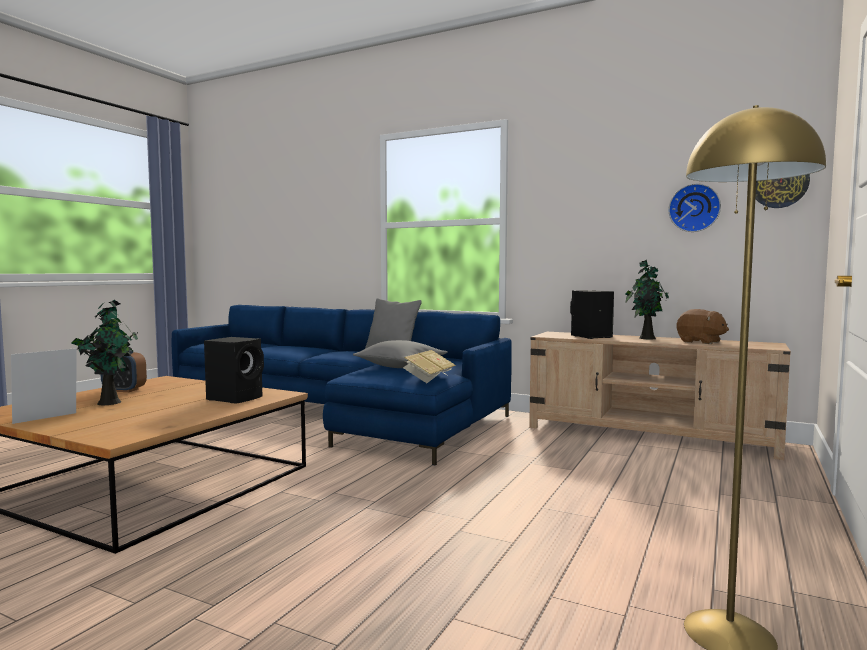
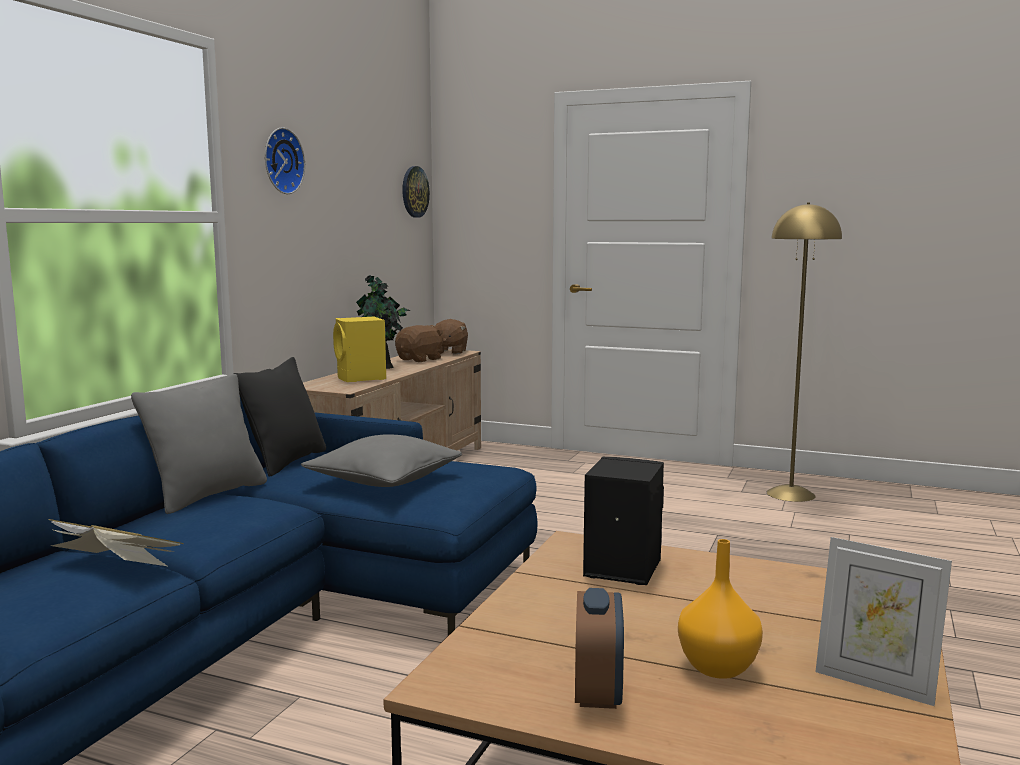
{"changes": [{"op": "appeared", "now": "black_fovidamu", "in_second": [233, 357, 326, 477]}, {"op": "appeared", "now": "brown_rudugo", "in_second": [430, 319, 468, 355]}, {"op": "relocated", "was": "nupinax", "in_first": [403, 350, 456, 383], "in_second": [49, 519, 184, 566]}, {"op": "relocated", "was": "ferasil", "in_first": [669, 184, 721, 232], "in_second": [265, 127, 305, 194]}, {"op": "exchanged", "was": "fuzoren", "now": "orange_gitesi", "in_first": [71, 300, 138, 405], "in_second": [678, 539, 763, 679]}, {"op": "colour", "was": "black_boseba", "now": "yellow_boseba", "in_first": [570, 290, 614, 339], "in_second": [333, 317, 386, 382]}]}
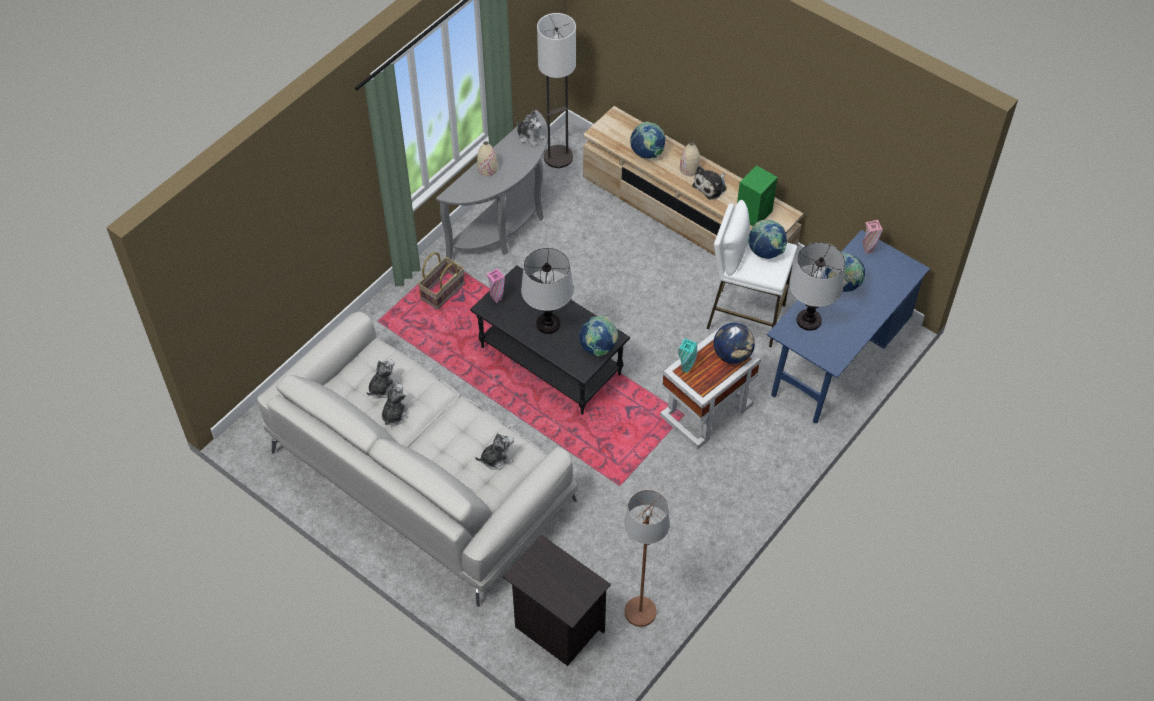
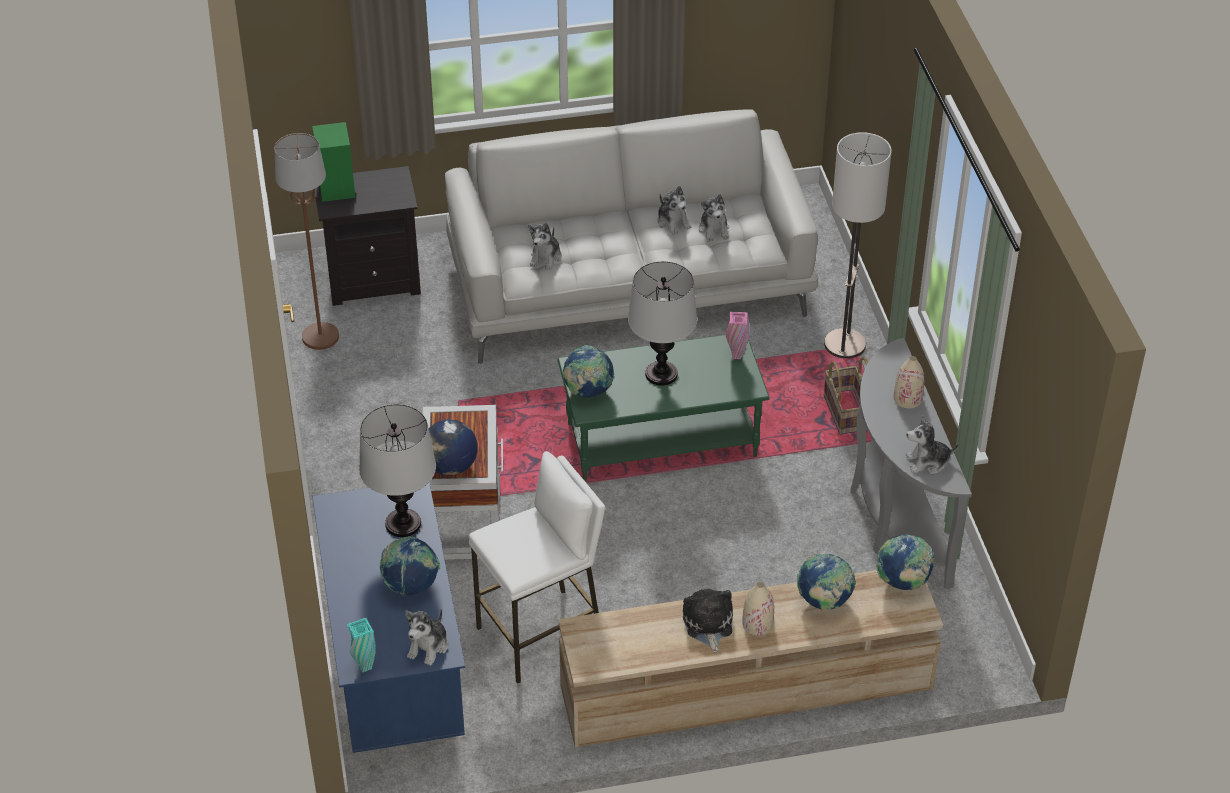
{"changes": [{"op": "relocated", "was": "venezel", "in_first": [537, 13, 576, 168], "in_second": [824, 132, 892, 358]}, {"op": "relocated", "was": "turquoise_gitesi", "in_first": [678, 338, 697, 373], "in_second": [347, 618, 376, 673]}, {"op": "relocated", "was": "green_boseba", "in_first": [737, 165, 778, 226], "in_second": [312, 122, 355, 202]}, {"op": "relocated", "was": "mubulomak", "in_first": [748, 220, 787, 259], "in_second": [876, 534, 935, 590]}, {"op": "exchanged", "was": "pink_gitesi", "now": "rudugo", "in_first": [862, 220, 883, 254], "in_second": [405, 609, 448, 666]}, {"op": "colour", "was": "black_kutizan", "now": "green_kutizan", "in_first": [470, 265, 630, 415], "in_second": [558, 335, 769, 482]}]}
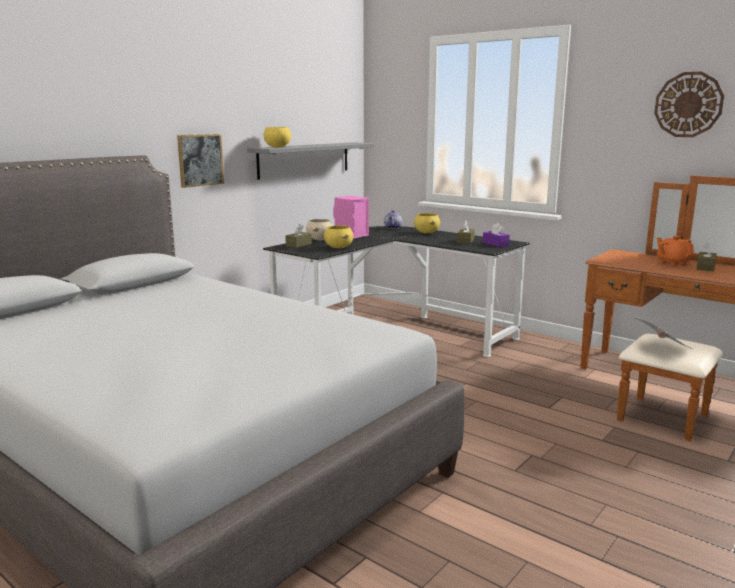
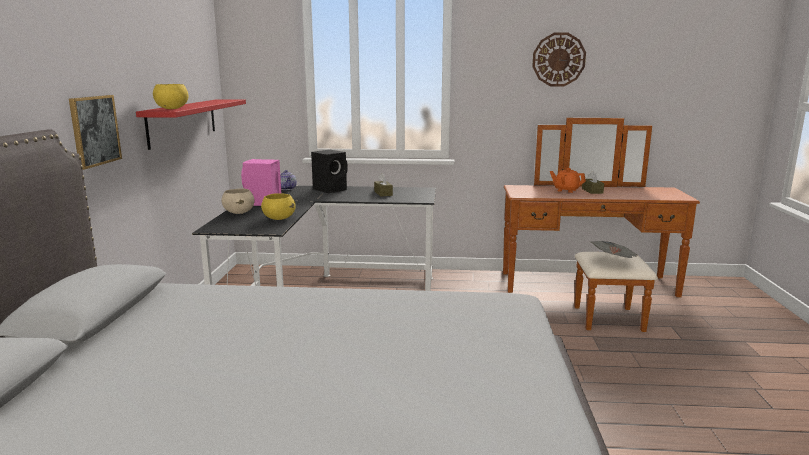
{"changes": [{"op": "missing", "was": "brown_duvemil", "in_first": [285, 224, 312, 248]}, {"op": "missing", "was": "purple_duvemil", "in_first": [483, 223, 510, 247]}, {"op": "exchanged", "was": "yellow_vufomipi", "now": "black_boseba", "in_first": [414, 213, 440, 234], "in_second": [311, 150, 348, 193]}, {"op": "colour", "was": "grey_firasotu", "now": "red_firasotu", "in_first": [247, 142, 374, 180], "in_second": [136, 99, 246, 150]}]}
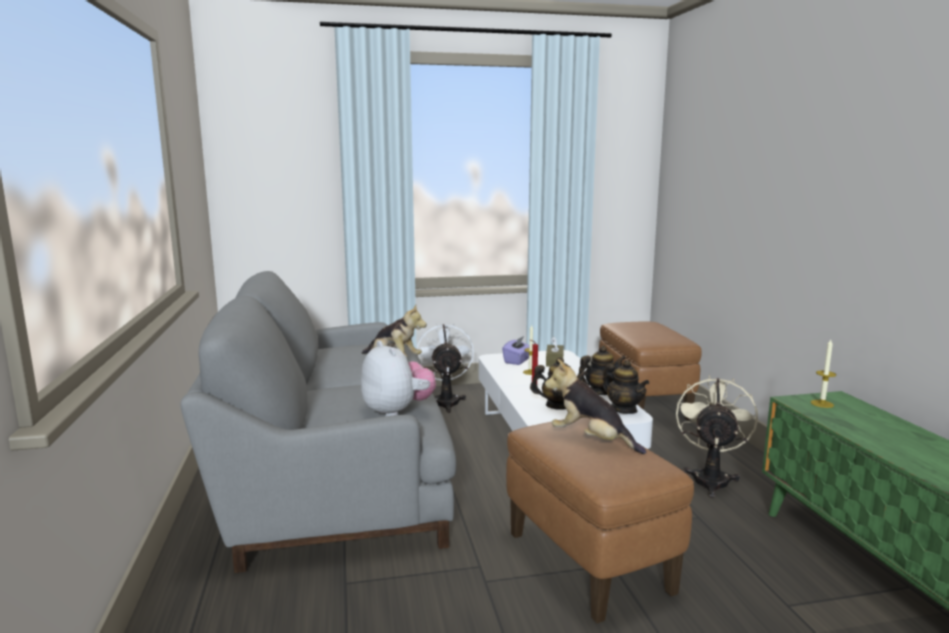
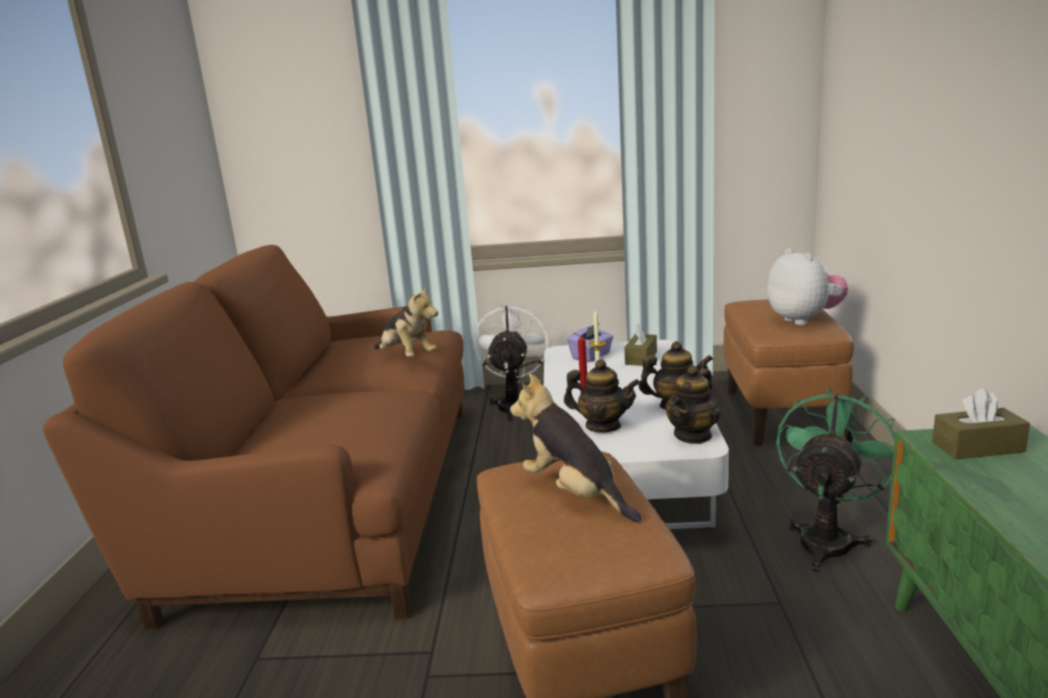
{"changes": [{"op": "relocated", "was": "rudugo", "in_first": [361, 341, 436, 416], "in_second": [767, 248, 848, 325]}, {"op": "exchanged", "was": "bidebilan", "now": "brown_duvemil", "in_first": [811, 340, 836, 408], "in_second": [932, 388, 1030, 459]}, {"op": "colour", "was": "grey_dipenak", "now": "brown_dipenak", "in_first": [181, 271, 456, 573], "in_second": [43, 245, 465, 630]}, {"op": "colour", "was": "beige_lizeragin", "now": "green_lizeragin", "in_first": [676, 375, 758, 498], "in_second": [776, 387, 895, 572]}, {"op": "spun", "was": "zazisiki", "in_first": [603, 360, 649, 414], "in_second": [665, 365, 721, 444], "clockwise": 60}]}
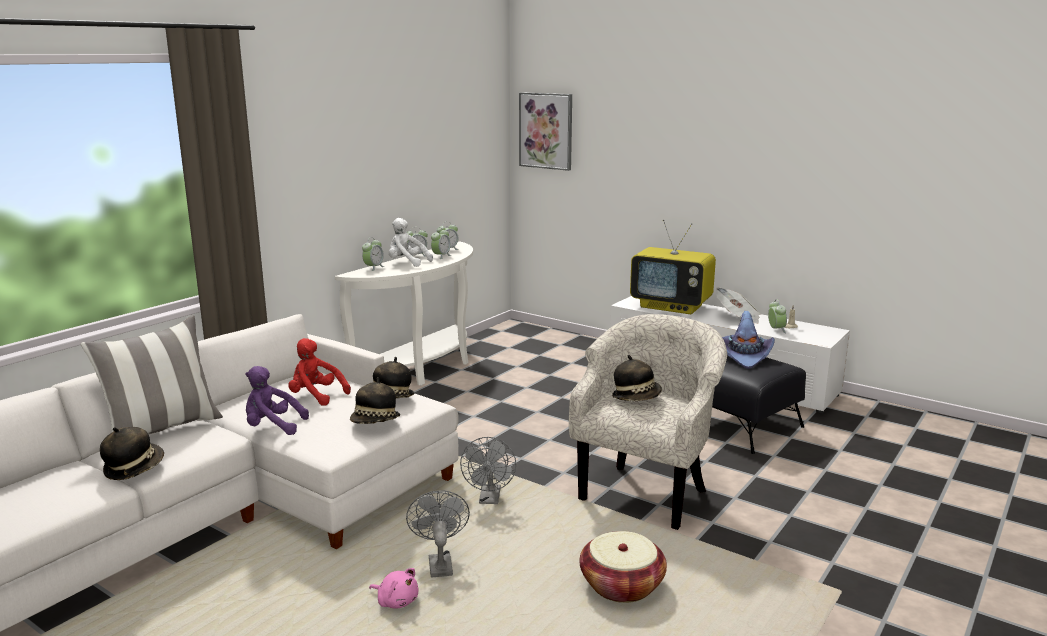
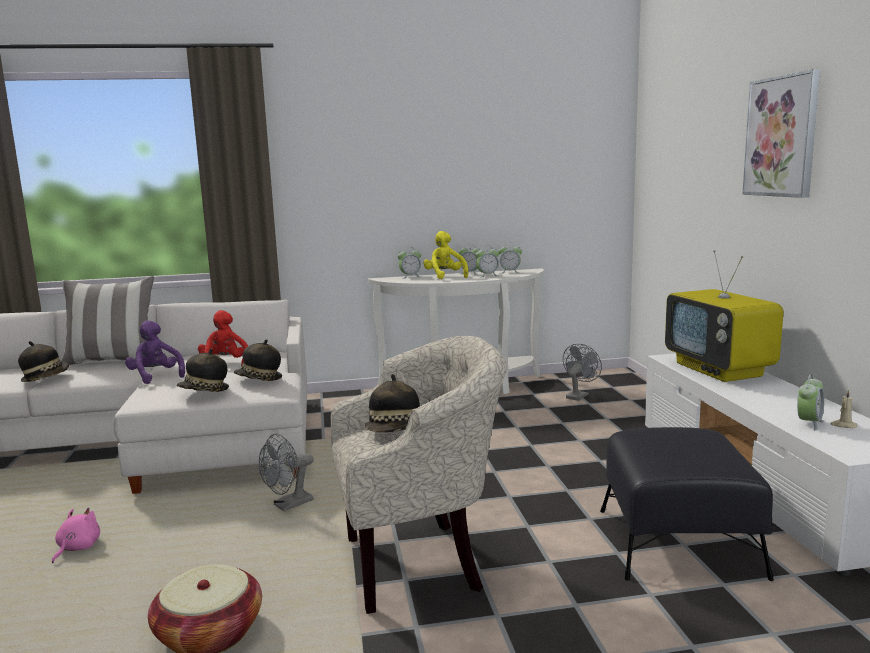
{"changes": [{"op": "missing", "was": "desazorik", "in_first": [716, 287, 761, 324]}, {"op": "missing", "was": "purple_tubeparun", "in_first": [722, 311, 775, 369]}, {"op": "relocated", "was": "grey_lizeragin", "in_first": [406, 490, 470, 578], "in_second": [563, 344, 602, 401]}, {"op": "relocated", "was": "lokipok", "in_first": [519, 92, 572, 171], "in_second": [742, 69, 820, 198]}, {"op": "colour", "was": "white_rudugo", "now": "yellow_rudugo", "in_first": [389, 218, 433, 267], "in_second": [423, 231, 468, 279]}, {"op": "spun", "was": "pink_rudugo", "in_first": [369, 568, 418, 608], "in_second": [52, 508, 100, 563], "clockwise": -150}]}
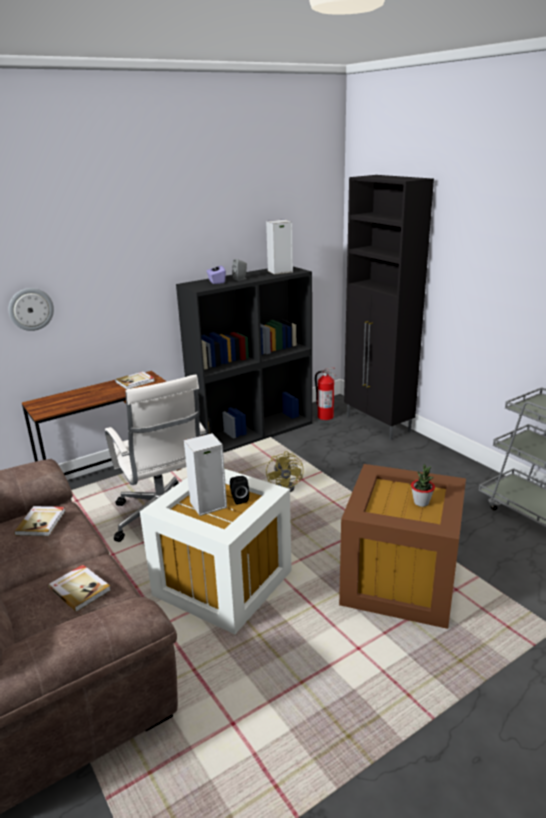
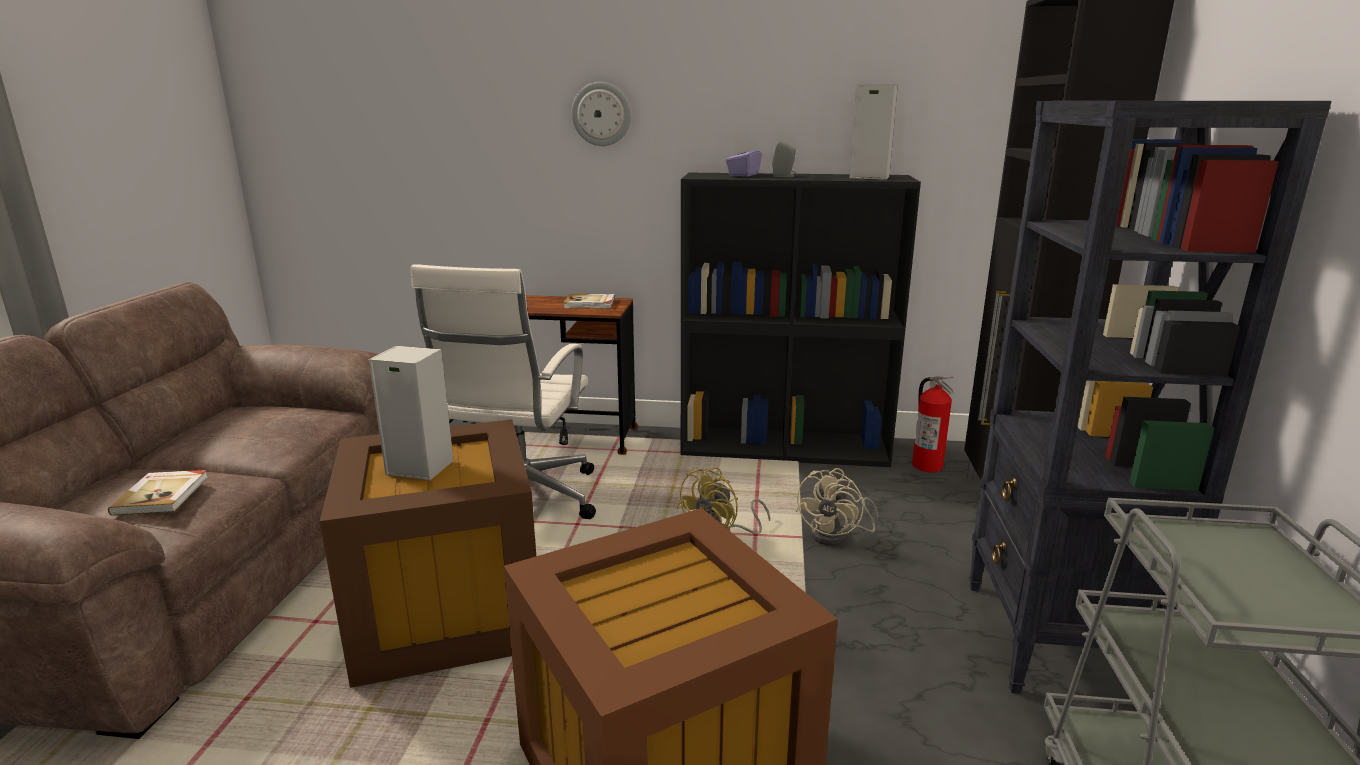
{"changes": [{"op": "missing", "was": "nupinax", "in_first": [14, 506, 65, 536]}, {"op": "missing", "was": "black_boseba", "in_first": [230, 476, 249, 505]}, {"op": "missing", "was": "fuzoren", "in_first": [411, 464, 435, 507]}, {"op": "appeared", "now": "beige_lizeragin", "in_second": [796, 468, 878, 546]}, {"op": "appeared", "now": "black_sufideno", "in_second": [969, 101, 1332, 694]}, {"op": "relocated", "was": "ferasil", "in_first": [8, 288, 54, 331], "in_second": [572, 82, 631, 146]}, {"op": "colour", "was": "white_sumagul", "now": "brown_sumagul", "in_first": [140, 469, 292, 634], "in_second": [320, 419, 536, 688]}]}
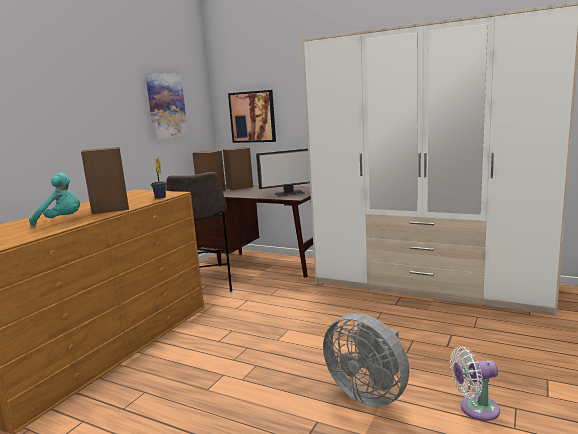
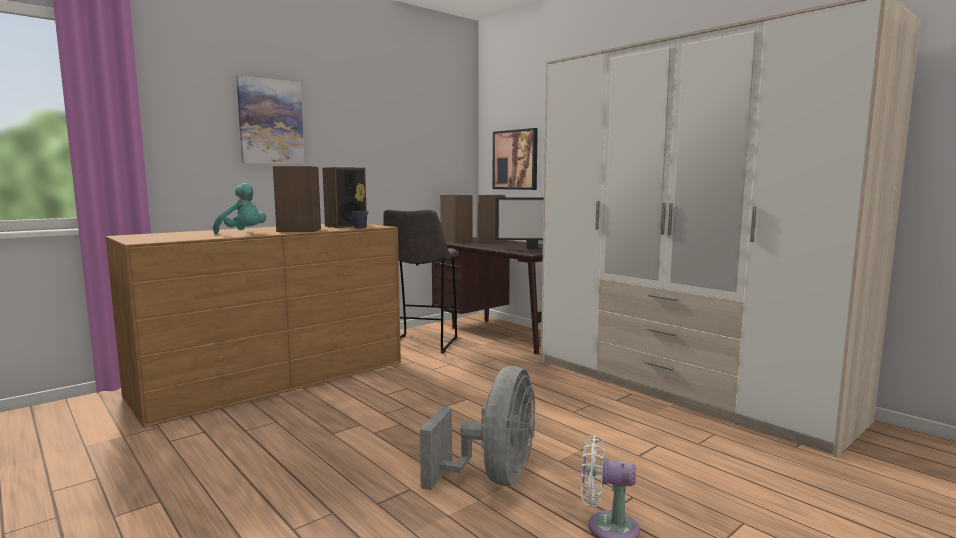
{"changes": [{"op": "appeared", "now": "boseba", "in_second": [322, 167, 367, 228]}, {"op": "relocated", "was": "lokipok", "in_first": [145, 73, 188, 140], "in_second": [236, 75, 305, 165]}, {"op": "spun", "was": "grey_lizeragin", "in_first": [323, 313, 409, 407], "in_second": [420, 366, 535, 490], "clockwise": -135}]}
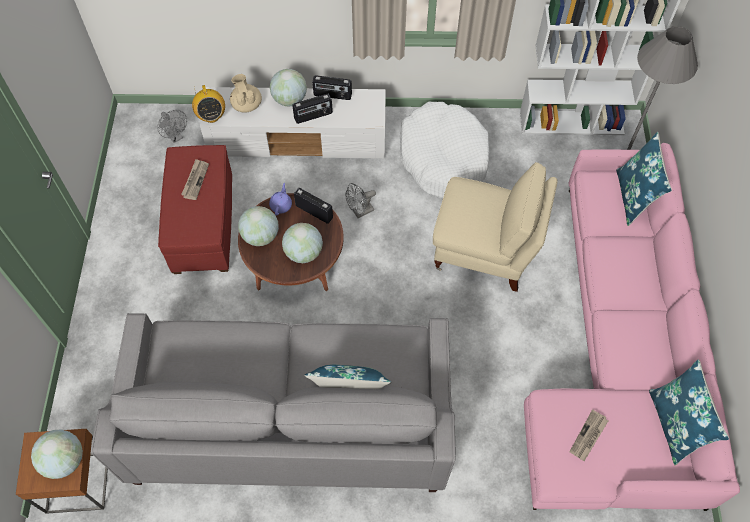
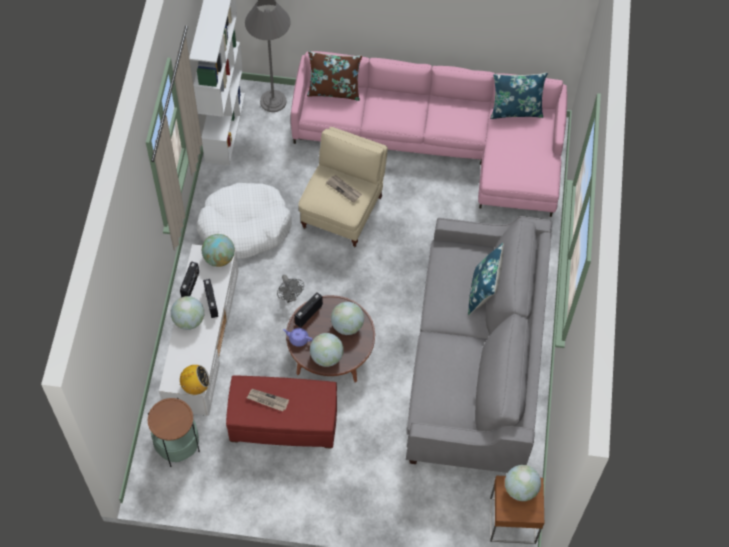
{"changes": [{"op": "missing", "was": "beige_zazisiki", "in_first": [230, 74, 262, 113]}, {"op": "appeared", "now": "mubulomak", "in_second": [202, 234, 235, 267]}, {"op": "relocated", "was": "desazorik", "in_first": [569, 410, 608, 461], "in_second": [326, 175, 362, 203]}, {"op": "exchanged", "was": "grey_lizeragin", "now": "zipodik", "in_first": [157, 110, 187, 143], "in_second": [148, 398, 200, 467]}, {"op": "colour", "was": "blue_fovidamu", "now": "brown_fovidamu", "in_first": [616, 132, 672, 226], "in_second": [307, 51, 362, 101]}]}
